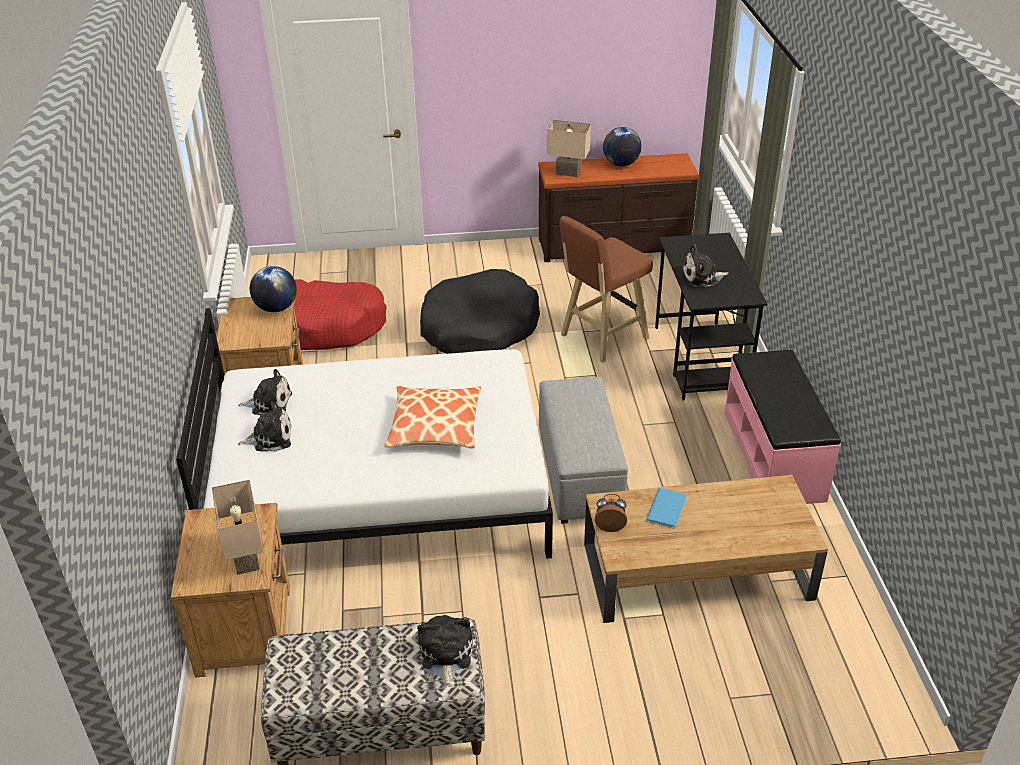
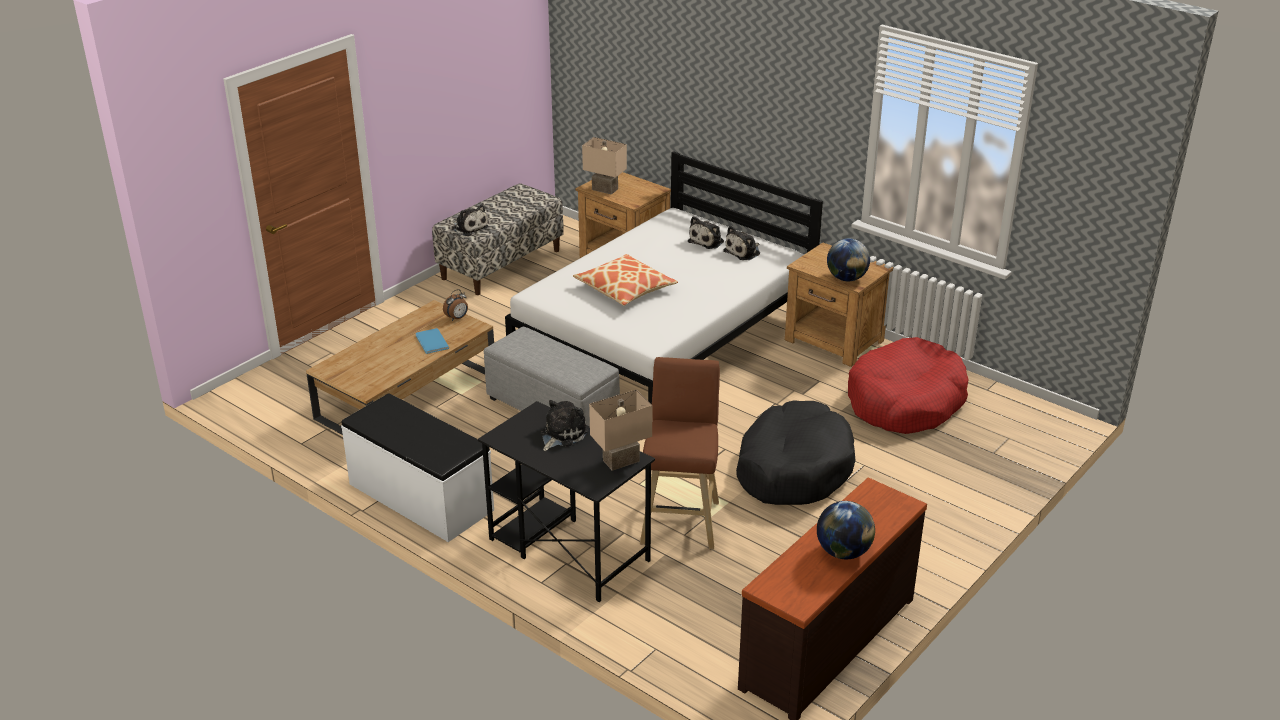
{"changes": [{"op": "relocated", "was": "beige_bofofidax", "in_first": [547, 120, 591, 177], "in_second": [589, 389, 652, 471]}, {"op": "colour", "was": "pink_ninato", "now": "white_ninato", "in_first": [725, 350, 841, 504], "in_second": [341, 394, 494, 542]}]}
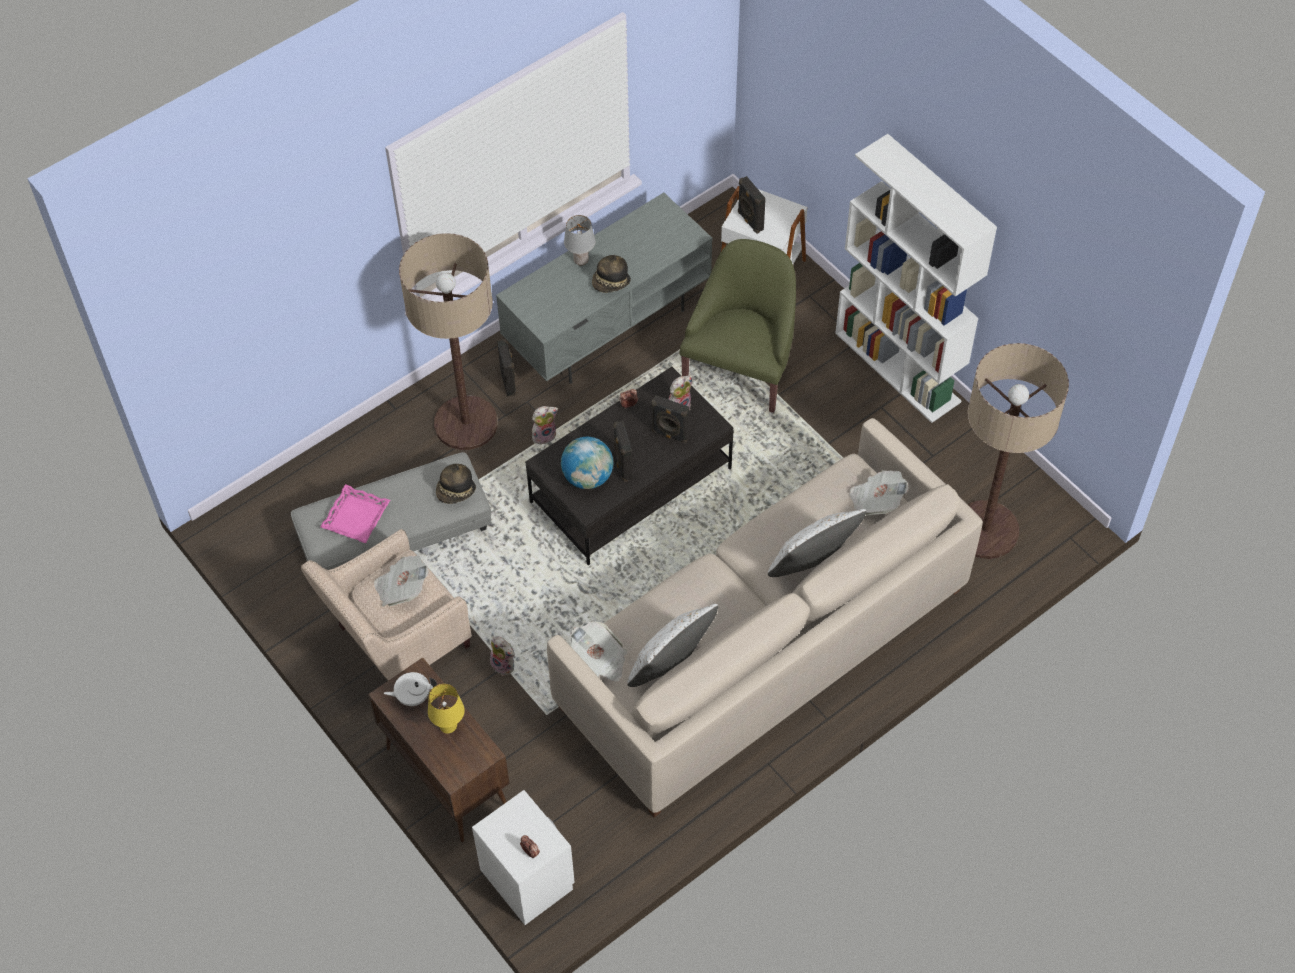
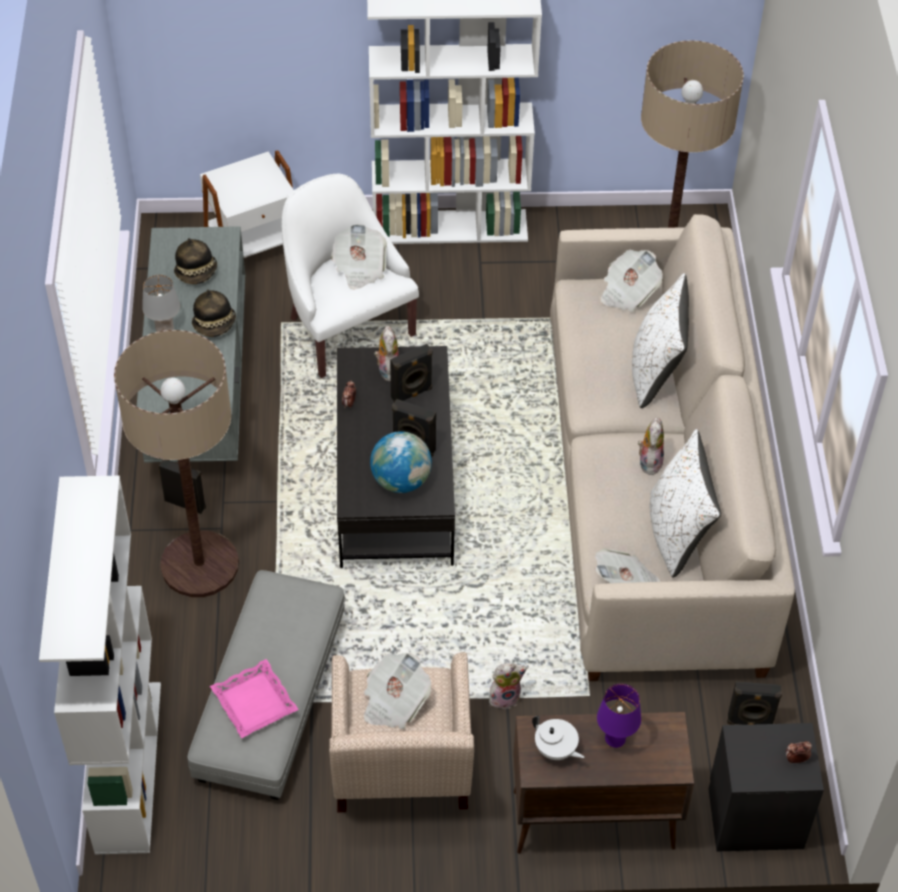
{"changes": [{"op": "appeared", "now": "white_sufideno", "in_second": [39, 476, 161, 854]}, {"op": "appeared", "now": "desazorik", "in_second": [331, 224, 387, 290]}, {"op": "relocated", "was": "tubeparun", "in_first": [436, 464, 476, 504], "in_second": [174, 238, 217, 284]}, {"op": "relocated", "was": "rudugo", "in_first": [532, 406, 558, 444], "in_second": [638, 417, 664, 475]}, {"op": "relocated", "was": "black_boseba", "in_first": [738, 176, 766, 234], "in_second": [727, 682, 782, 725]}, {"op": "colour", "was": "yellow_bofofidax", "now": "purple_bofofidax", "in_first": [428, 684, 465, 733], "in_second": [597, 684, 641, 748]}, {"op": "colour", "was": "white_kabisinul", "now": "black_kabisinul", "in_first": [472, 790, 575, 925], "in_second": [708, 723, 824, 851]}, {"op": "colour", "was": "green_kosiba", "now": "white_kosiba", "in_first": [680, 239, 796, 413], "in_second": [281, 174, 419, 378]}, {"op": "spun", "was": "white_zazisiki", "in_first": [384, 672, 437, 706], "in_second": [532, 716, 584, 760], "clockwise": -75}]}
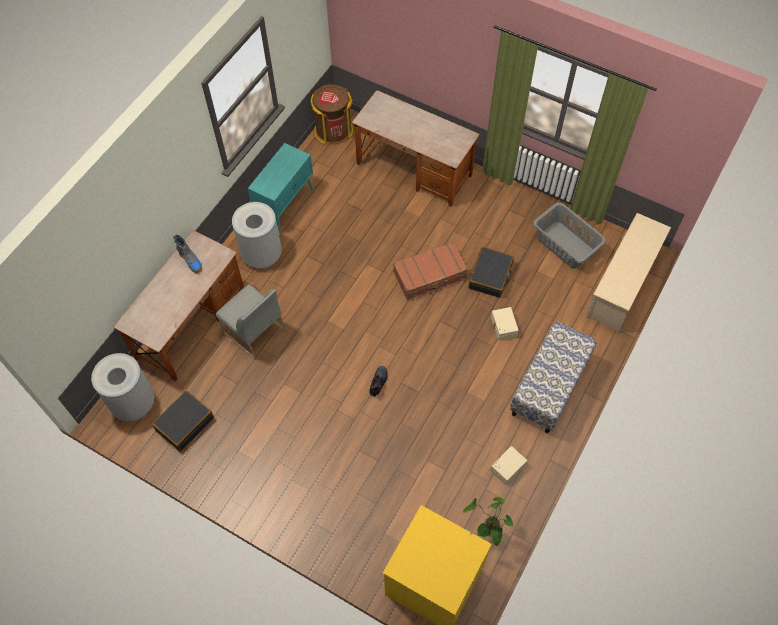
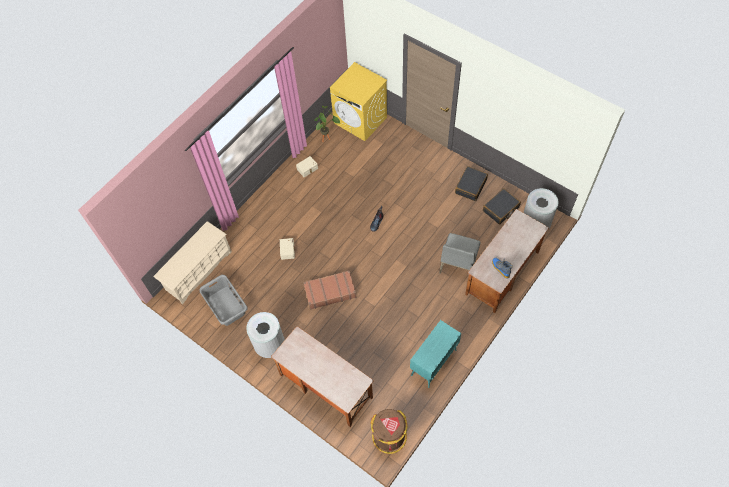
{"changes": [{"op": "missing", "was": "ninato", "in_first": [510, 321, 597, 433]}, {"op": "relocated", "was": "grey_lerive", "in_first": [232, 202, 282, 269], "in_second": [246, 312, 285, 358]}, {"op": "relocated", "was": "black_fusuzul", "in_first": [468, 247, 514, 298], "in_second": [455, 166, 488, 201]}, {"op": "spun", "was": "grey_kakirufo", "in_first": [216, 284, 286, 360], "in_second": [439, 233, 480, 274], "clockwise": -120}]}
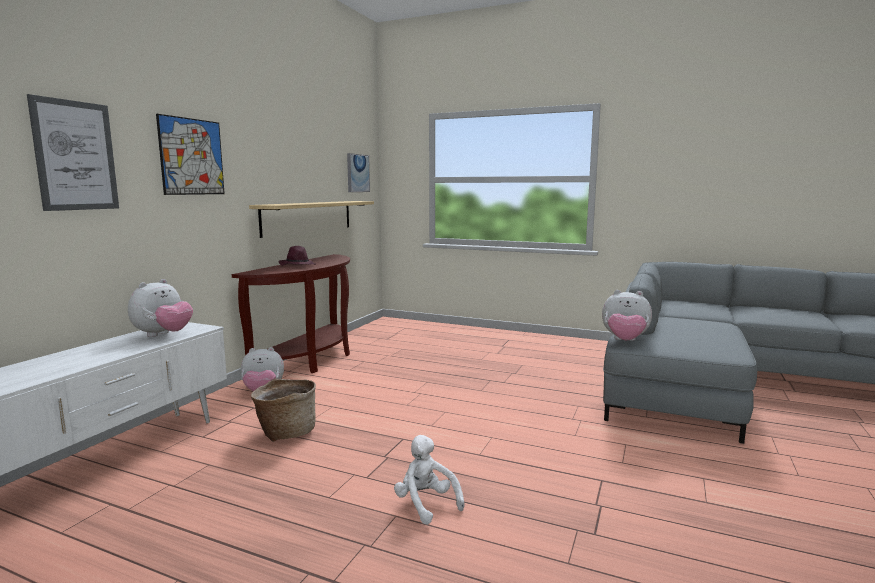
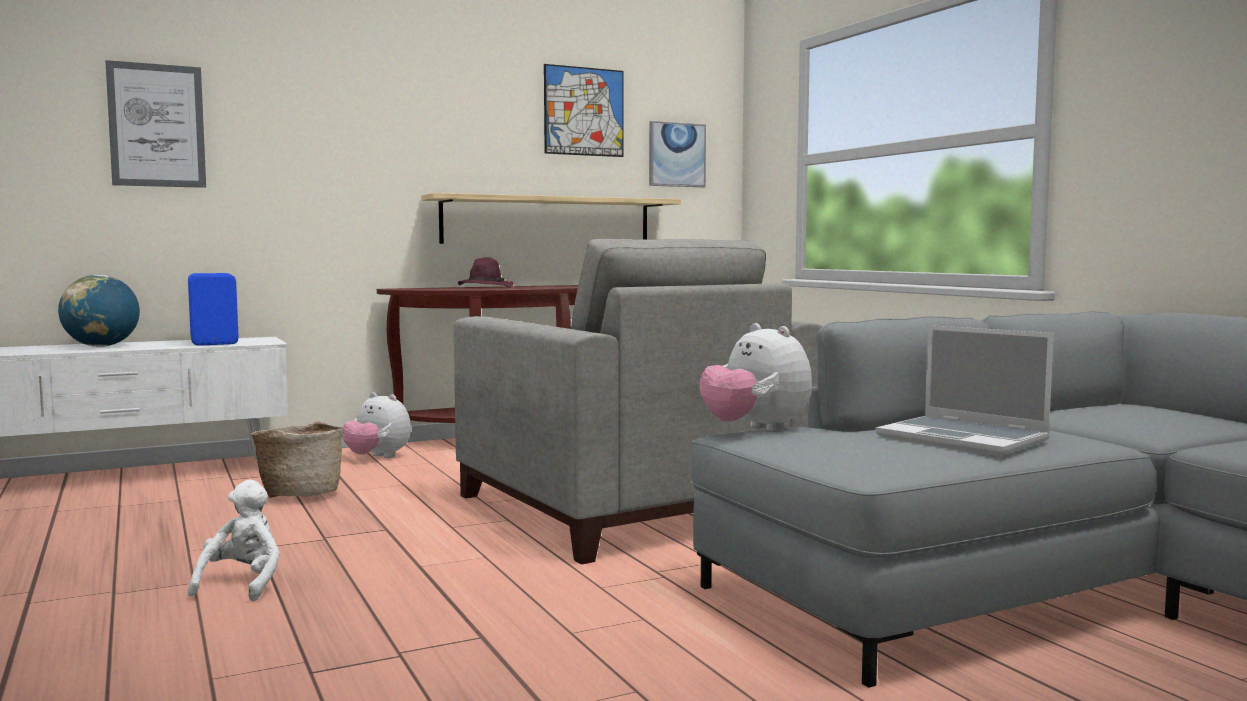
{"changes": [{"op": "appeared", "now": "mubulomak", "in_second": [58, 275, 140, 347]}, {"op": "appeared", "now": "grey_kosiba", "in_second": [454, 239, 823, 565]}, {"op": "appeared", "now": "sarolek", "in_second": [876, 325, 1054, 456]}, {"op": "relocated", "was": "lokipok", "in_first": [156, 114, 225, 195], "in_second": [544, 64, 624, 157]}, {"op": "exchanged", "was": "rudugo", "now": "blue_boseba", "in_first": [128, 279, 193, 337], "in_second": [188, 273, 239, 346]}]}
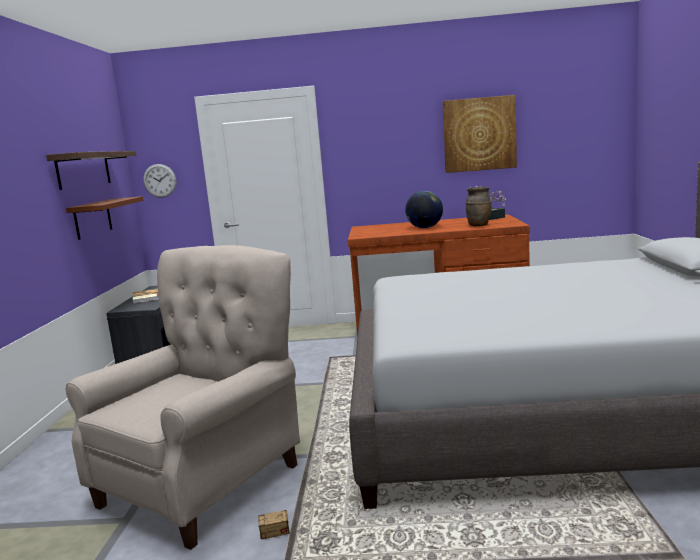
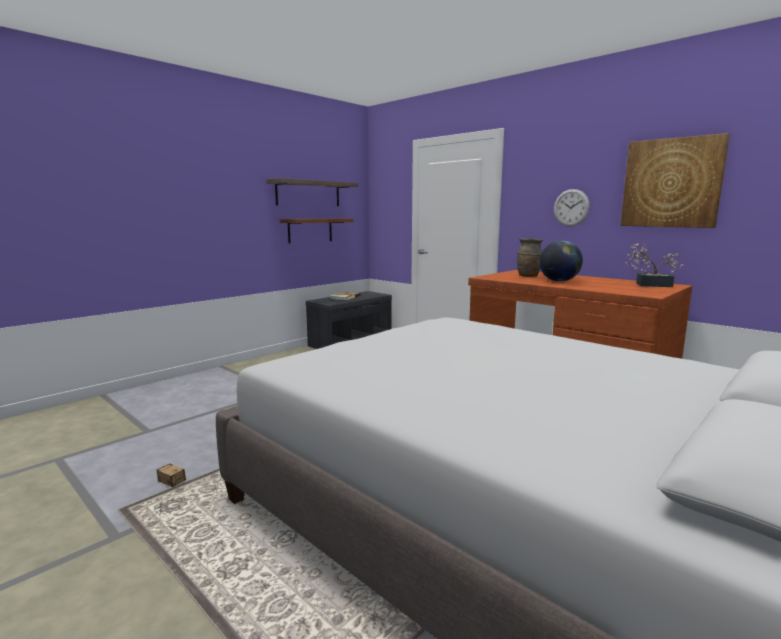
{"changes": [{"op": "missing", "was": "beige_kosiba", "in_first": [66, 245, 300, 550]}, {"op": "relocated", "was": "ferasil", "in_first": [143, 164, 176, 198], "in_second": [554, 189, 590, 227]}, {"op": "relocated", "was": "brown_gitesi", "in_first": [466, 187, 492, 226], "in_second": [517, 238, 543, 277]}]}
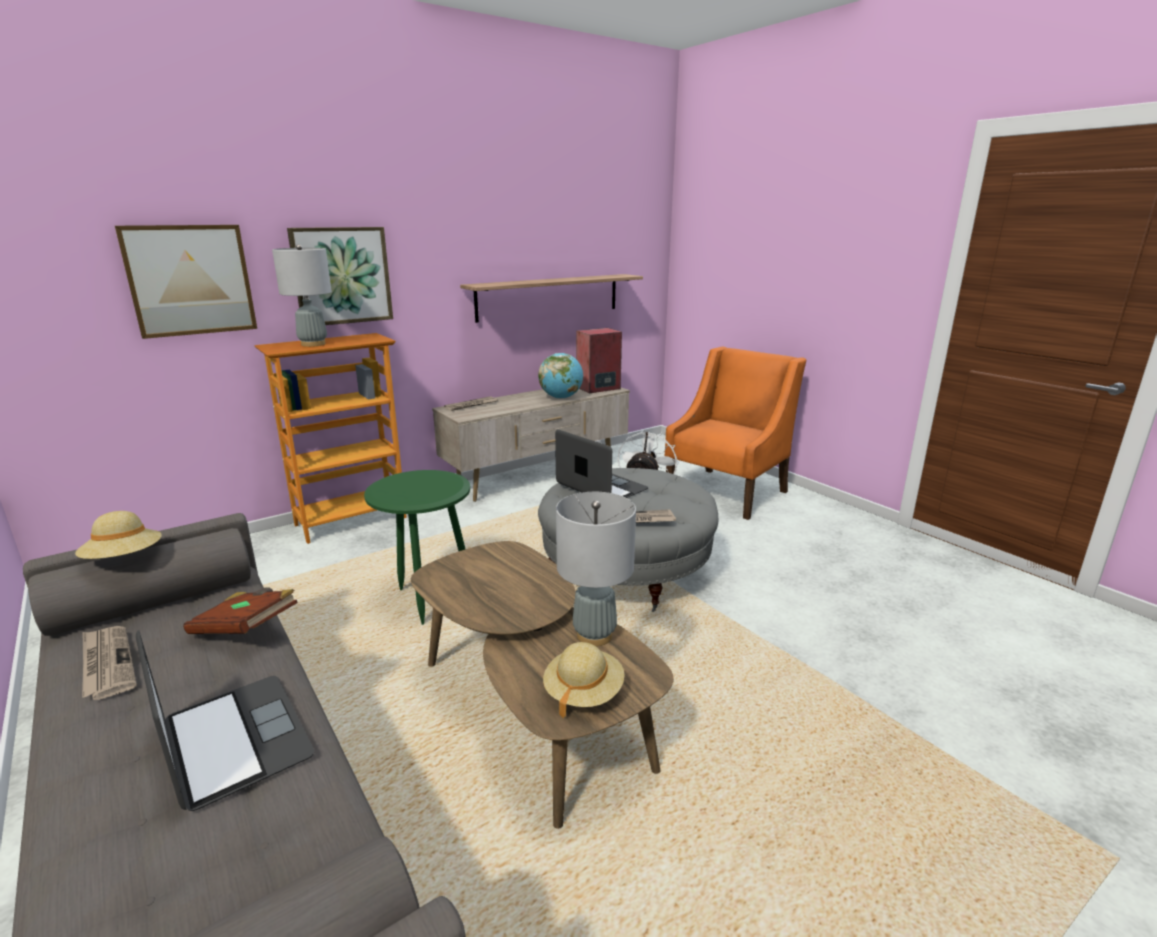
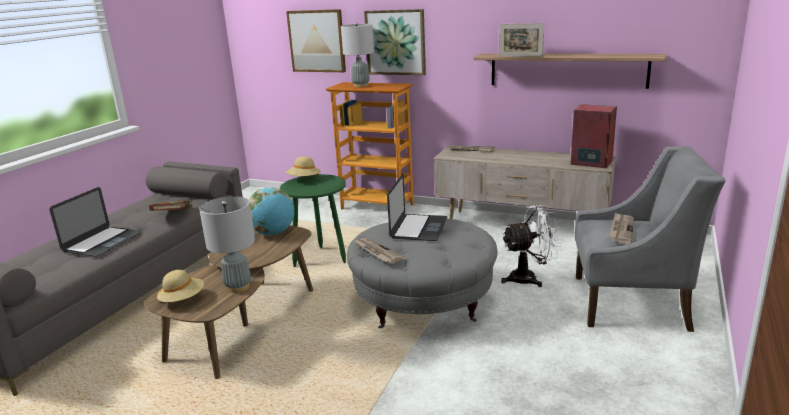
{"changes": [{"op": "appeared", "now": "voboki", "in_second": [499, 23, 544, 57]}, {"op": "relocated", "was": "beige_tubeparun", "in_first": [75, 511, 162, 559], "in_second": [286, 156, 321, 176]}, {"op": "relocated", "was": "desazorik", "in_first": [82, 626, 137, 700], "in_second": [609, 213, 634, 243]}, {"op": "relocated", "was": "mubulomak", "in_first": [538, 353, 583, 399], "in_second": [249, 187, 294, 236]}, {"op": "colour", "was": "orange_kosiba", "now": "grey_kosiba", "in_first": [665, 347, 806, 520], "in_second": [575, 146, 725, 332]}]}
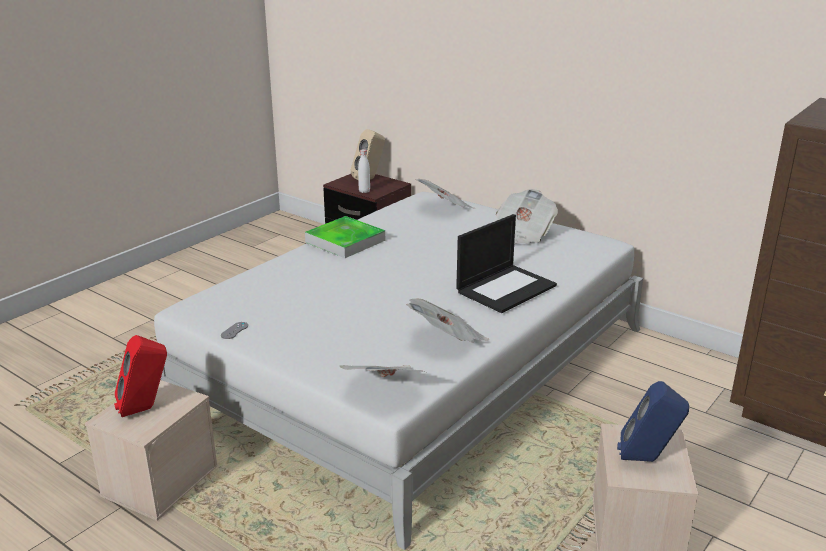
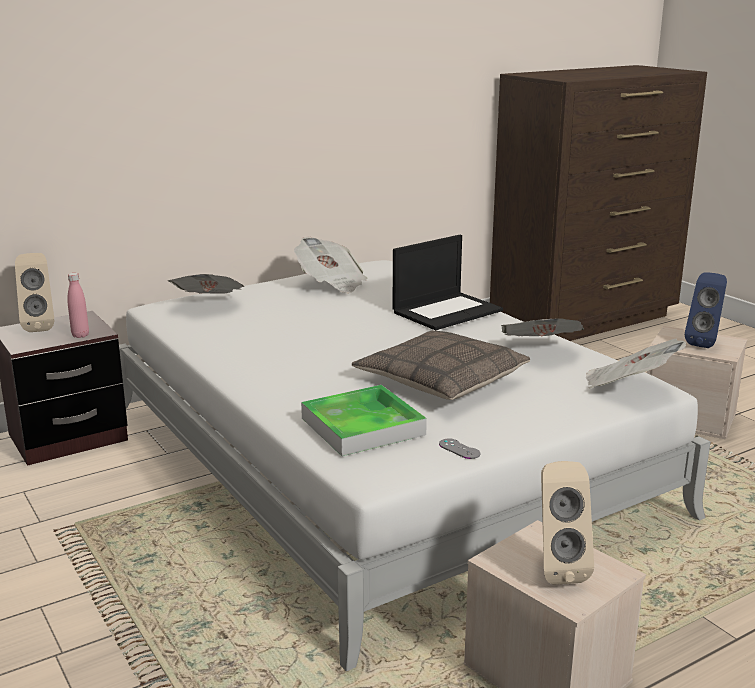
{"changes": [{"op": "appeared", "now": "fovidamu", "in_second": [352, 330, 530, 400]}, {"op": "relocated", "was": "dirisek", "in_first": [305, 216, 385, 258], "in_second": [301, 385, 427, 456]}, {"op": "colour", "was": "red_boseba", "now": "beige_boseba", "in_first": [114, 335, 167, 417], "in_second": [541, 461, 594, 585]}, {"op": "colour", "was": "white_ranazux", "now": "pink_ranazux", "in_first": [358, 149, 370, 193], "in_second": [67, 273, 89, 338]}, {"op": "spun", "was": "sarolek", "in_first": [456, 214, 557, 313], "in_second": [393, 235, 503, 330], "clockwise": 75}]}
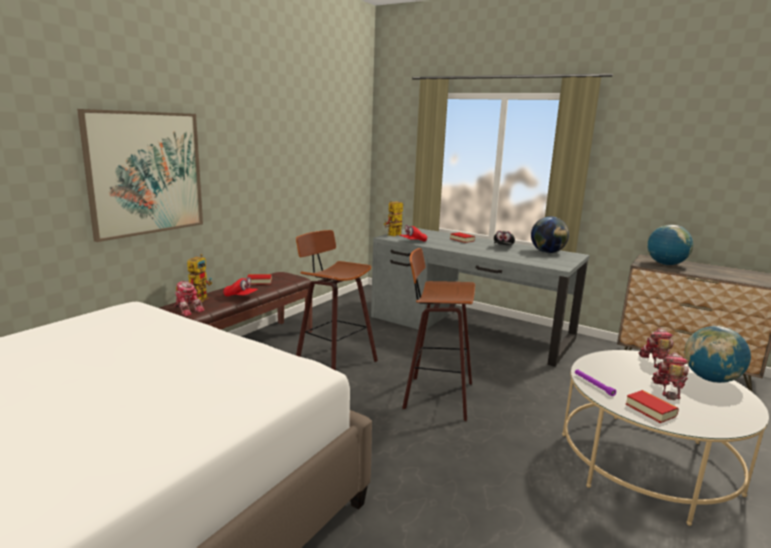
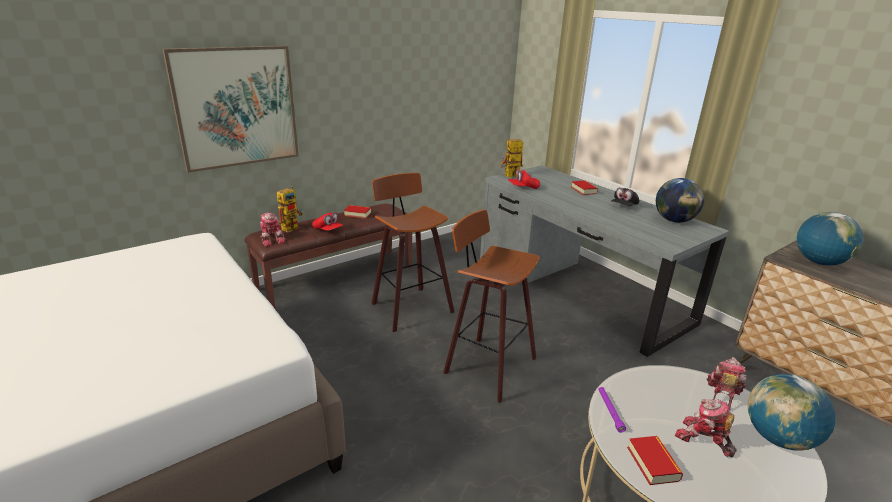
{"changes": [{"op": "spun", "was": "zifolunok", "in_first": [651, 352, 689, 400], "in_second": [675, 399, 737, 457], "clockwise": -90}]}
